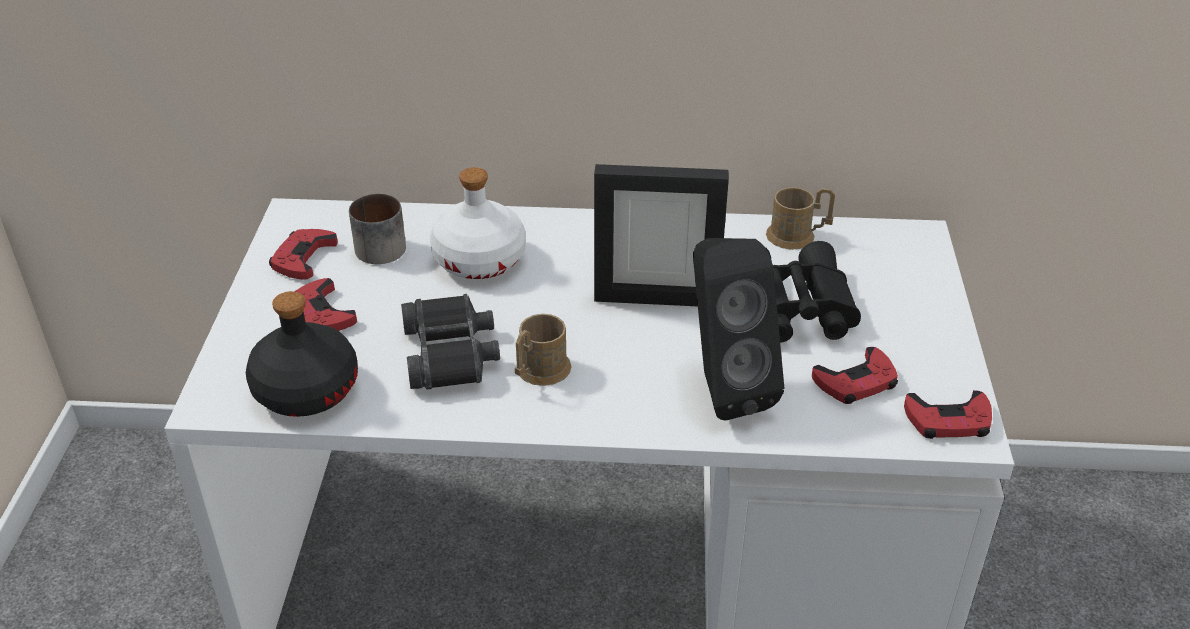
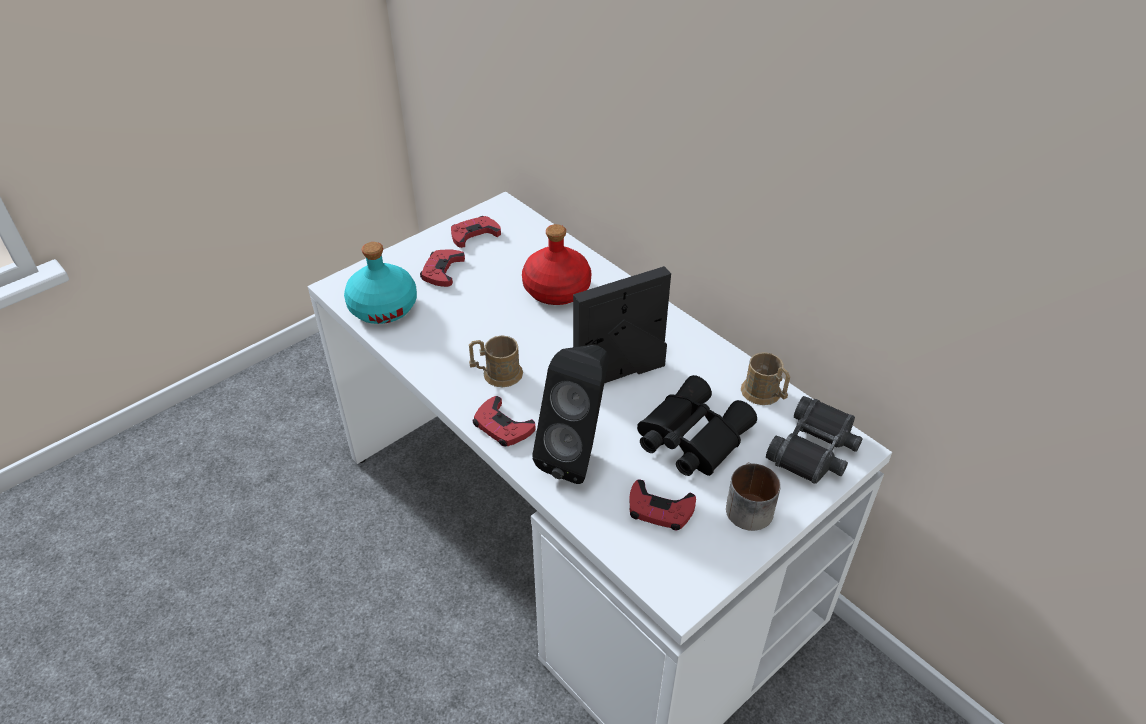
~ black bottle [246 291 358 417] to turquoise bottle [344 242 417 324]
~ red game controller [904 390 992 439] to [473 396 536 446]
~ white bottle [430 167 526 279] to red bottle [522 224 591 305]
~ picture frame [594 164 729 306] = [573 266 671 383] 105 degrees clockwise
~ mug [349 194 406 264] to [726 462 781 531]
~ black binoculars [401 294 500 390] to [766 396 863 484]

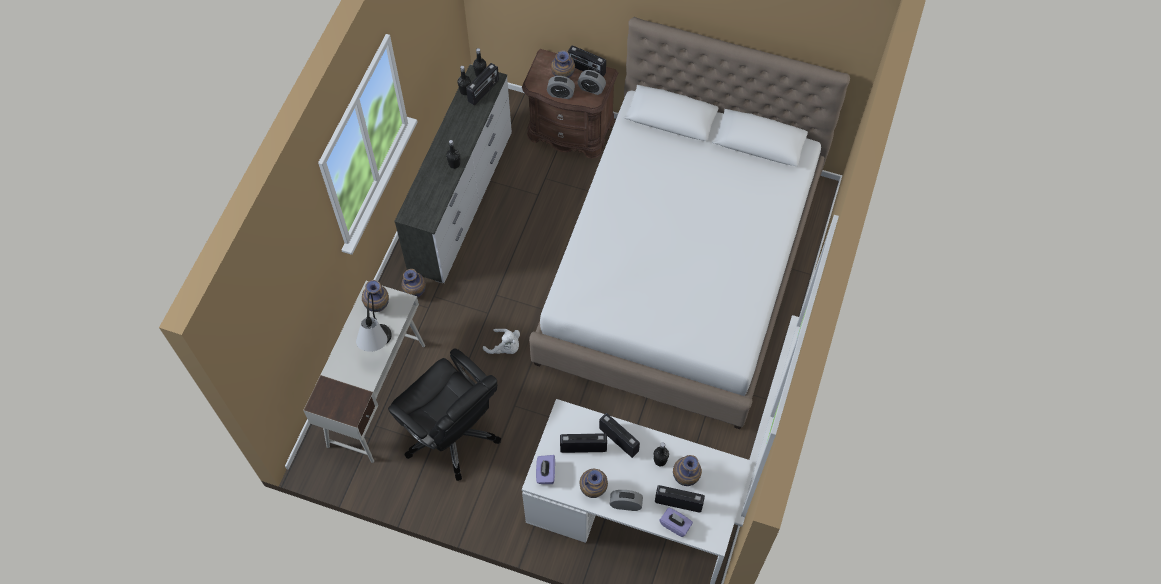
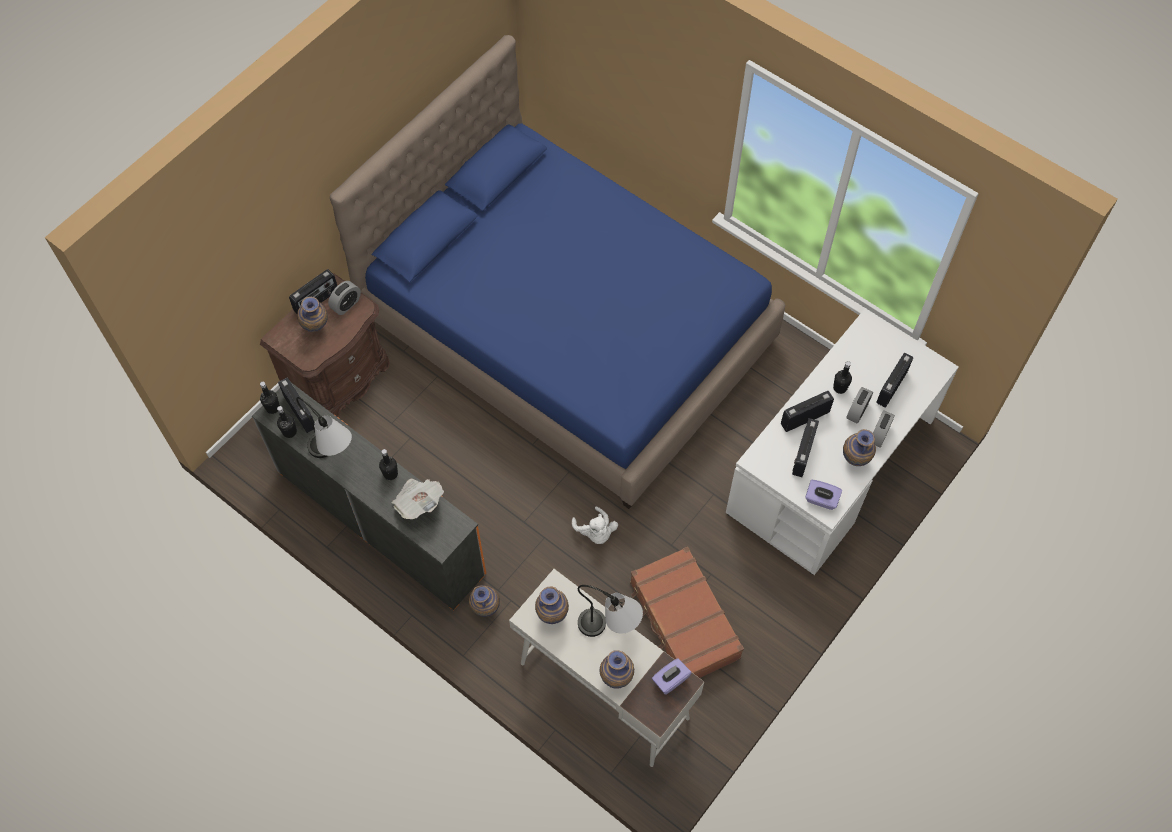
~ white dresser [394 64 512 283] to orange dresser [252 383 486 611]
+ table lamp [296 397 352 458]
~ white bed [529 17 850 429] to blue bed [330 35 785 509]
+ newspaper [392 478 444 519]
~ white plush toy [483 329 520 354] = [572 507 618 544] 105 degrees clockwise
~ vase [673 455 702 486] to [600 651 634 688]
~ black office chair [388 348 501 481] to brown suitcase [630 547 744 678]
~ purple tissue box [660 508 693 537] to [652 658 692 695]
~ alarm clock [547 76 575 99] to [846 387 873 424]

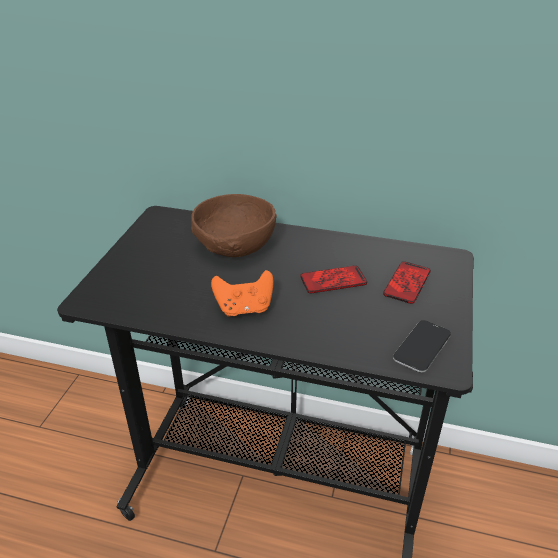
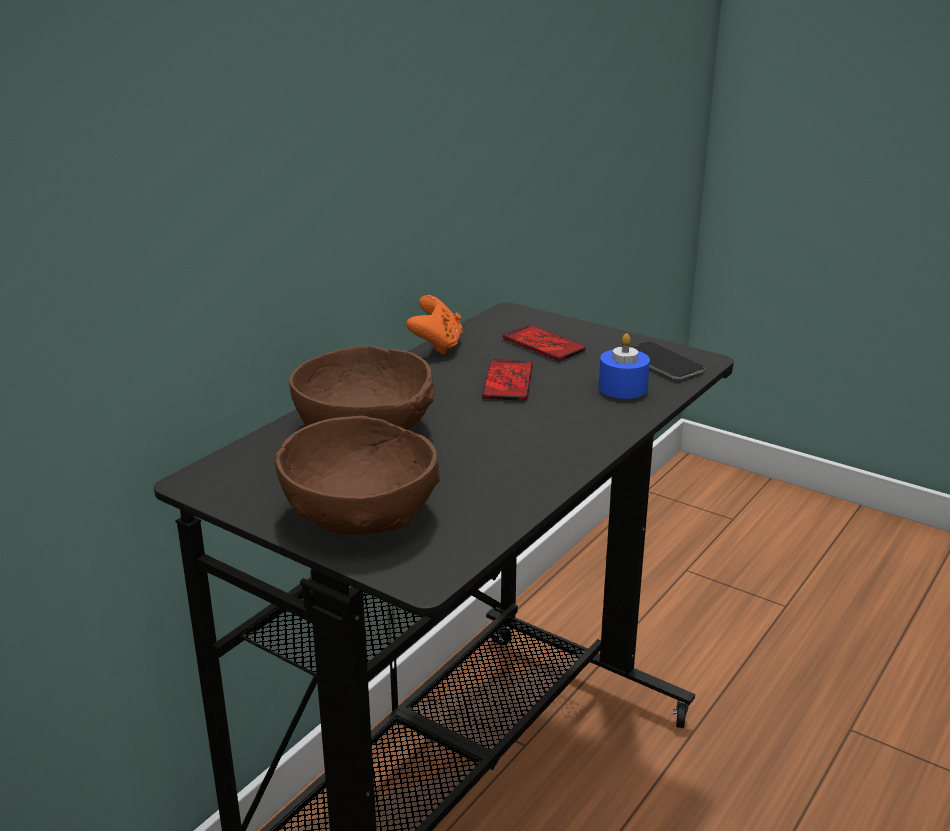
+ brown bowl [274 416 440 534]
~ orange game controller [211 270 274 316] to [406 295 463 355]
+ blue candle [599 333 650 399]

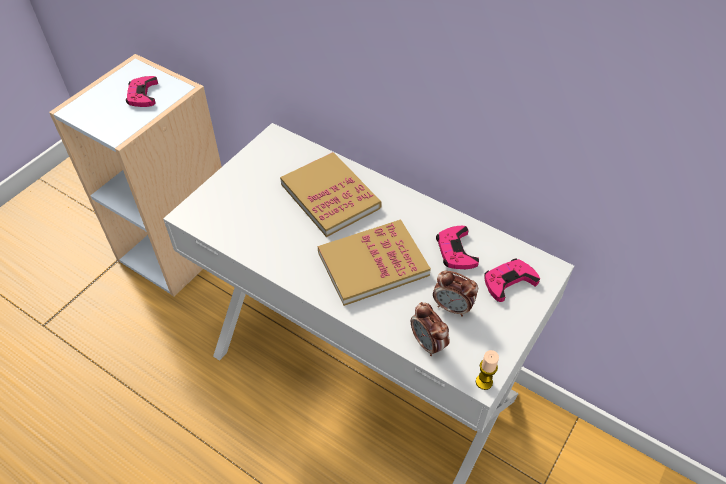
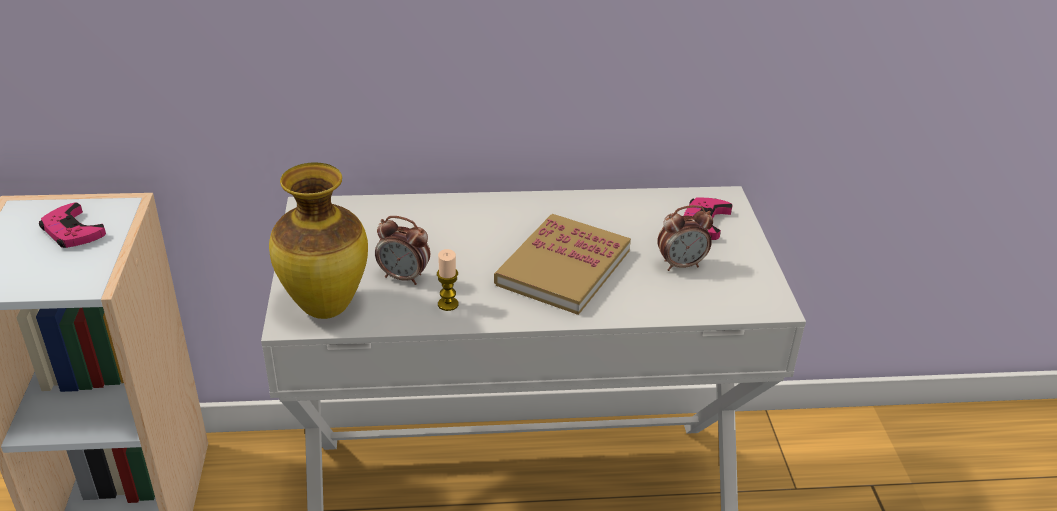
+ vase [269 163 368 319]
~ alarm clock [411 302 450 356] to [375 216 430 285]
~ candle [476 350 499 390] to [437 249 458 311]
- book [280 152 382 237]
- pink game controller [436 226 479 269]

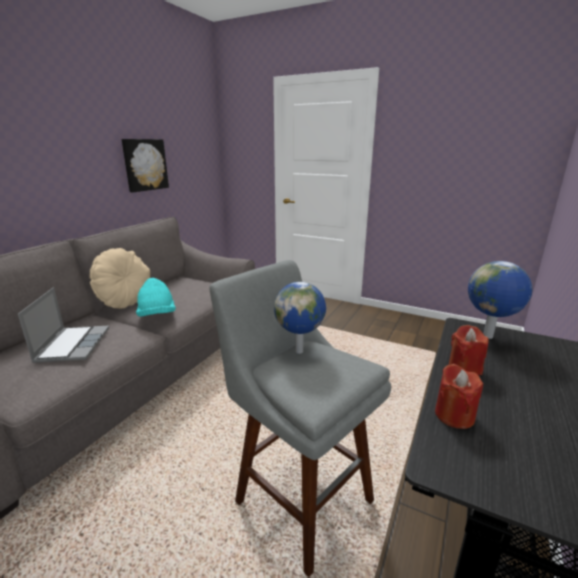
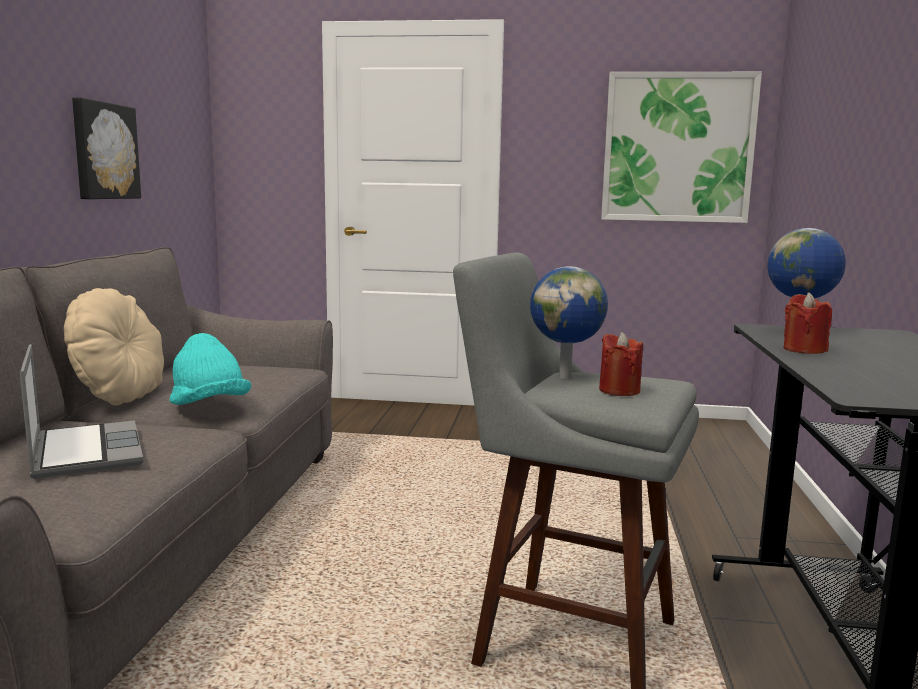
~ red candle [435 364 483 429] to [599 332 643 396]
+ picture [601 72 762 223]

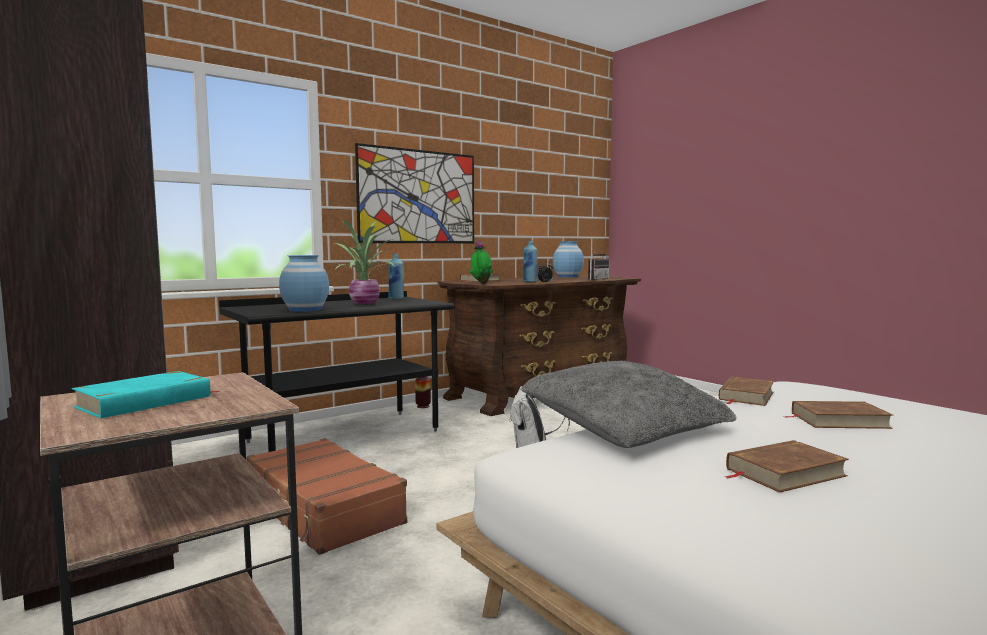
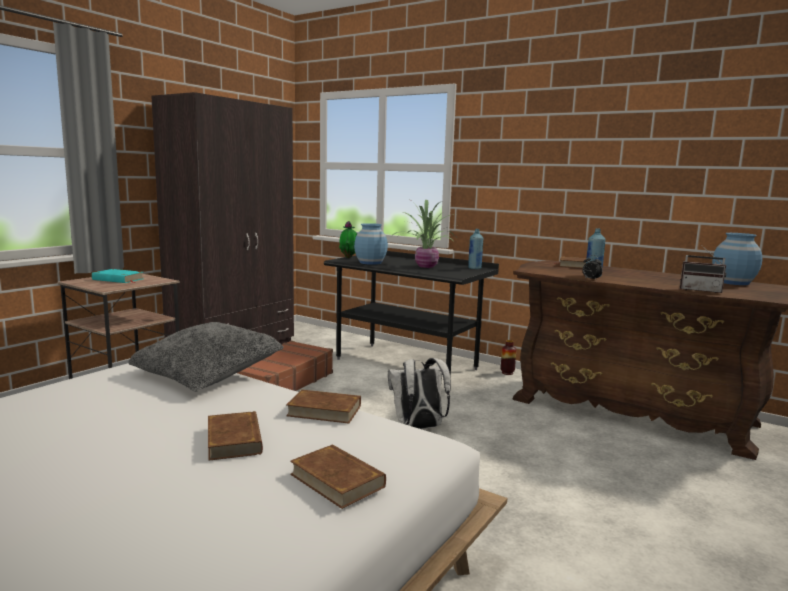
~ brown book [724 440 849 493] to [290 444 386 509]
~ potted plant [470 240 493 284] to [339 221 357 258]
- picture [355 143 474 243]

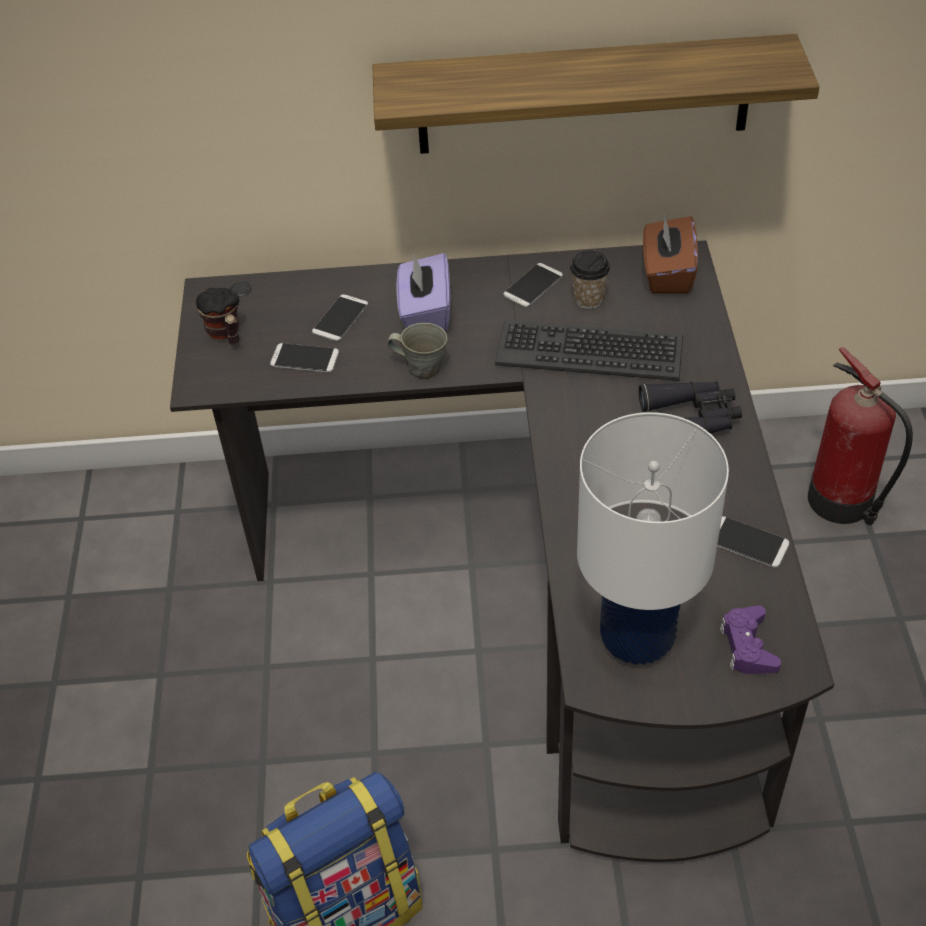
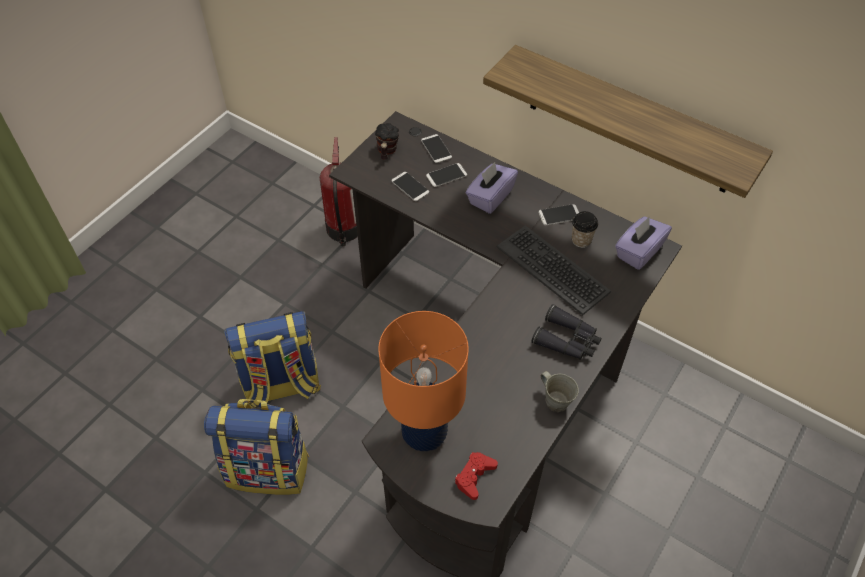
+ backpack [224 311 321 408]
~ fire extinguisher [808 347 913 525] to [319 137 358 247]
~ white table lamp [577 412 729 665] to orange table lamp [378 311 469 451]
~ phone [717 516 789 568] to [421 134 452 163]
~ purple game controller [720 605 781 674] to red game controller [454 452 498 500]
~ grey mug [387 323 447 379] to [541 371 579 412]
~ brown tissue box [643 215 698 294] to purple tissue box [615 216 672 270]

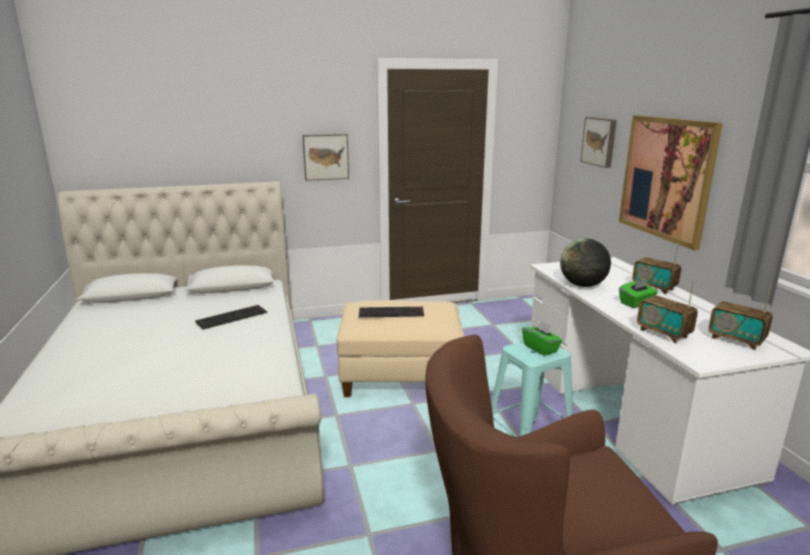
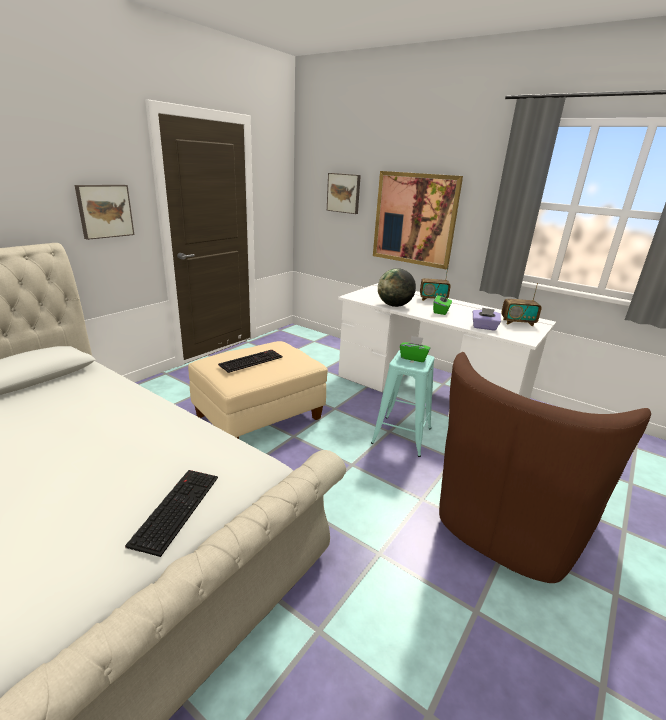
~ keyboard [195 305 267 329] to [125 470 218 557]
~ radio [637 281 698 344] to purple tissue box [473 308 501 331]

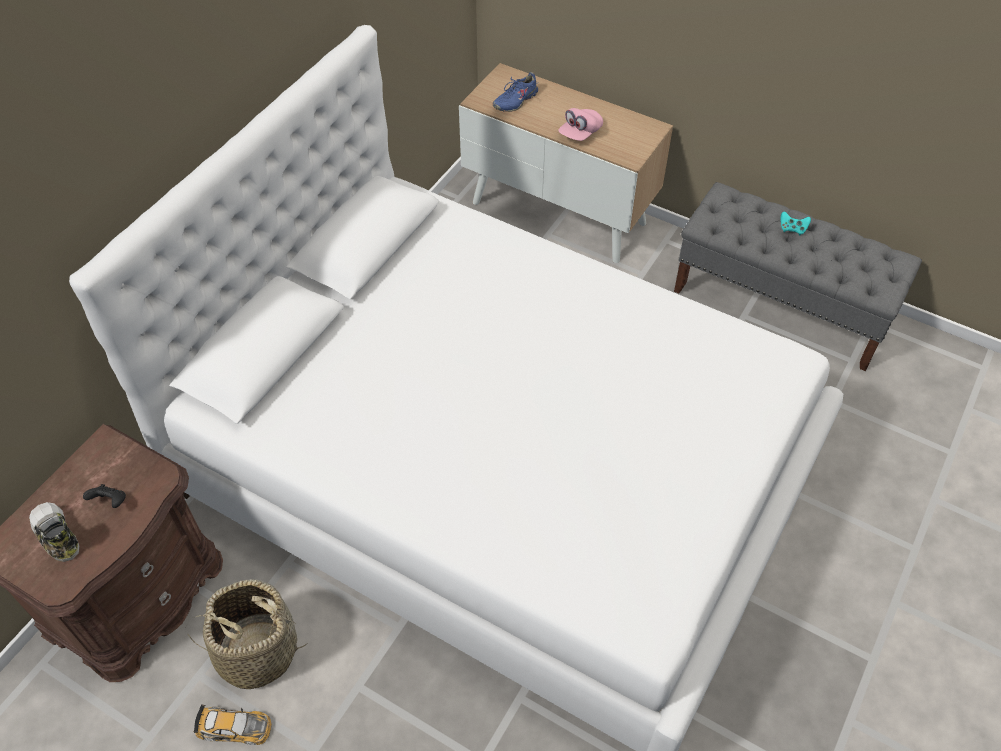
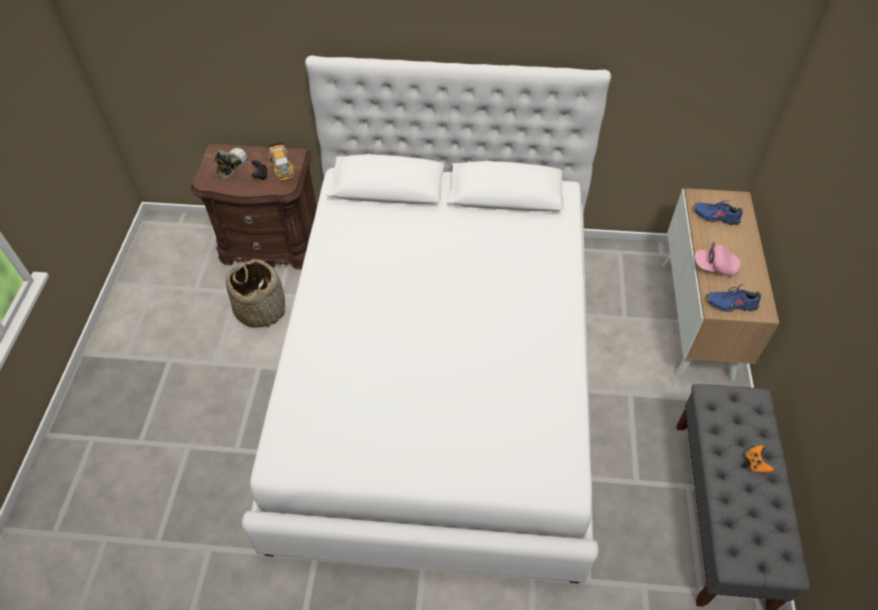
~ toy car [193 705 272 745] to [267 142 295 180]
+ blue shoe [706 284 761 312]
~ turquoise game controller [781 212 811 235] to orange game controller [745 445 774 472]

